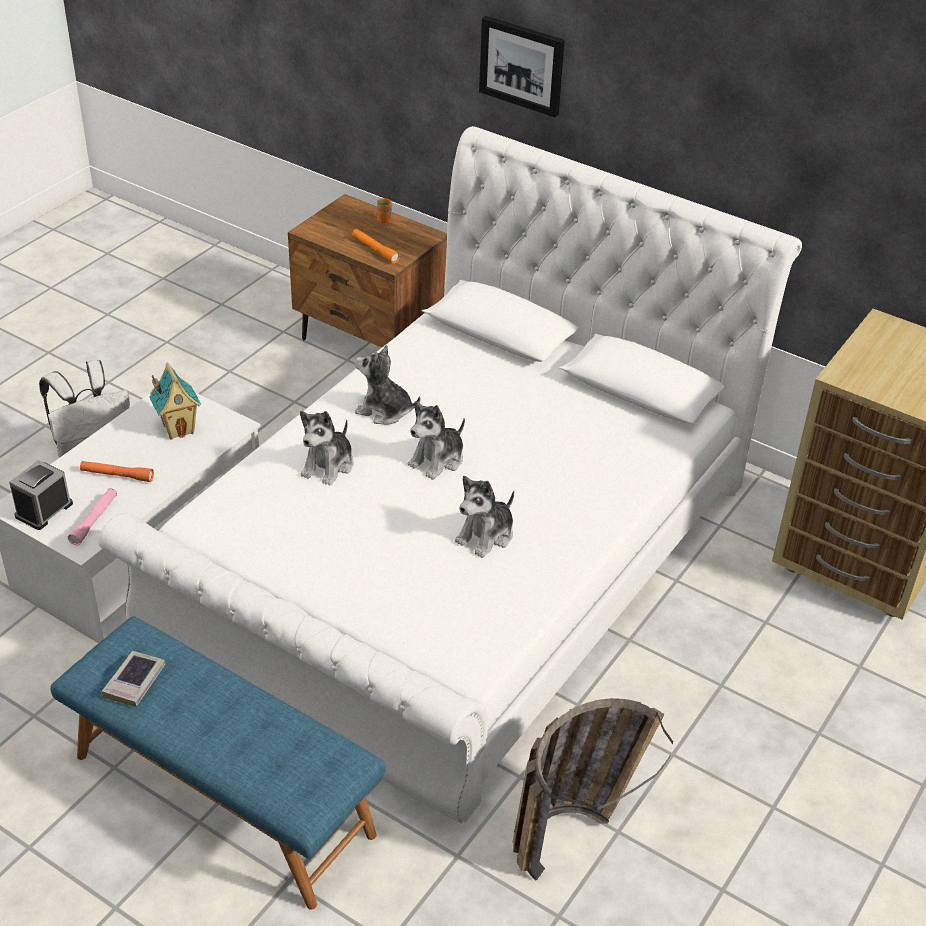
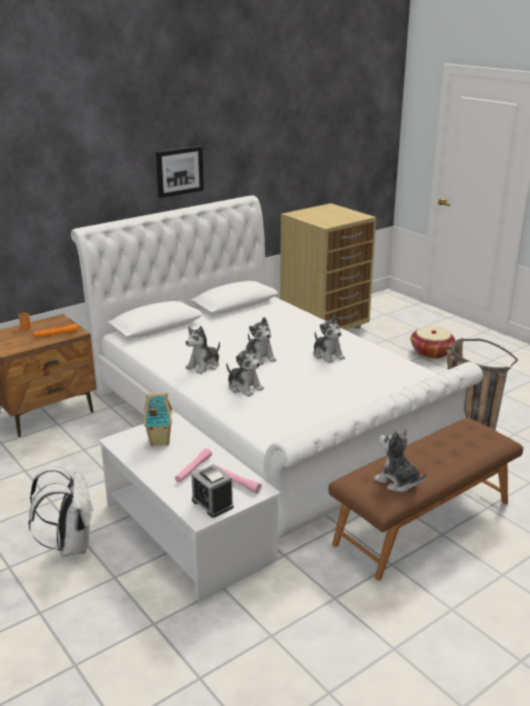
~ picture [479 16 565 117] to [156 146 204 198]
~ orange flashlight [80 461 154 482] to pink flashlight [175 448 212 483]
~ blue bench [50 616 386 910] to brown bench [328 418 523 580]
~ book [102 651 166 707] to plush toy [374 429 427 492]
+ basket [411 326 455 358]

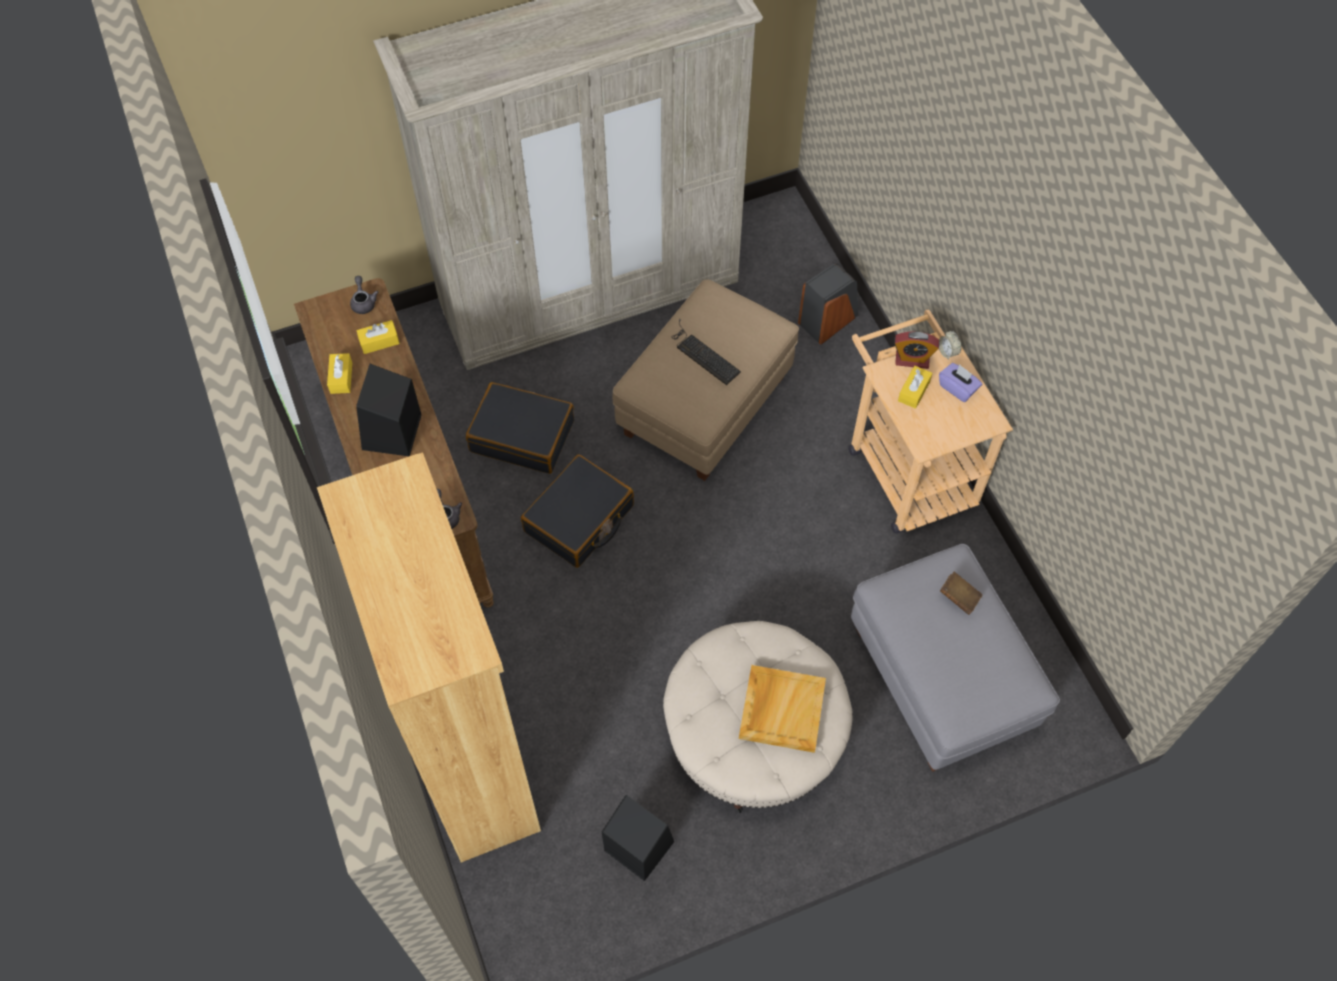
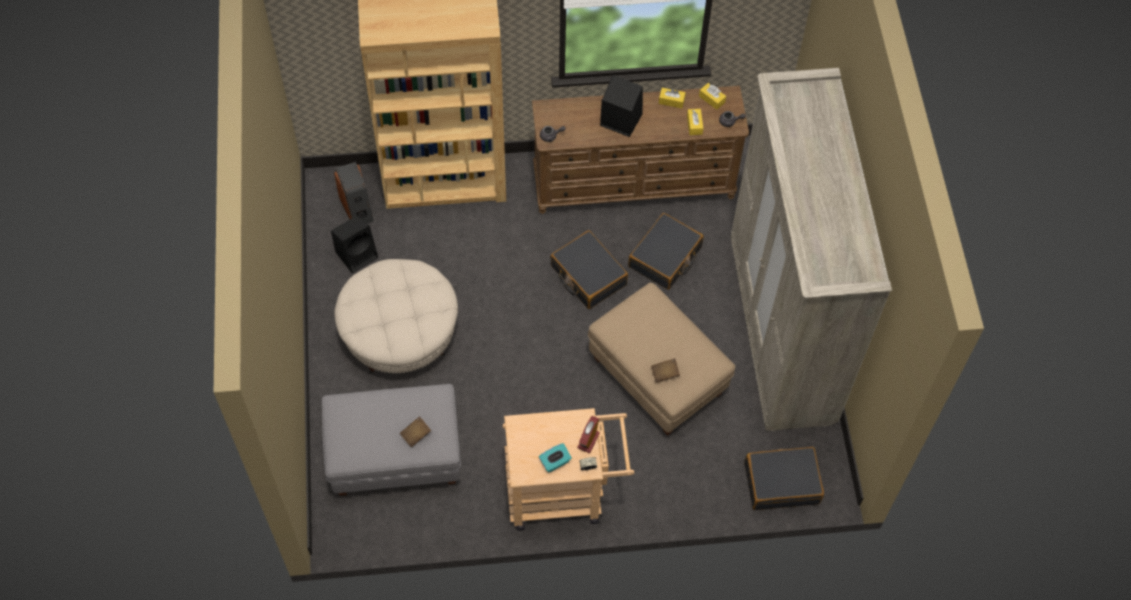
~ speaker [798 263 859 345] to [334 162 374 224]
~ purple tissue box [939 363 982 402] to turquoise tissue box [539 443 572 472]
+ brown book [651 358 680 383]
~ yellow tissue box [898 366 933 409] to [699 83 726 110]
+ black suitcase [744 447 824 510]
- keyboard [671 319 741 385]
- beige tray [739 665 826 753]

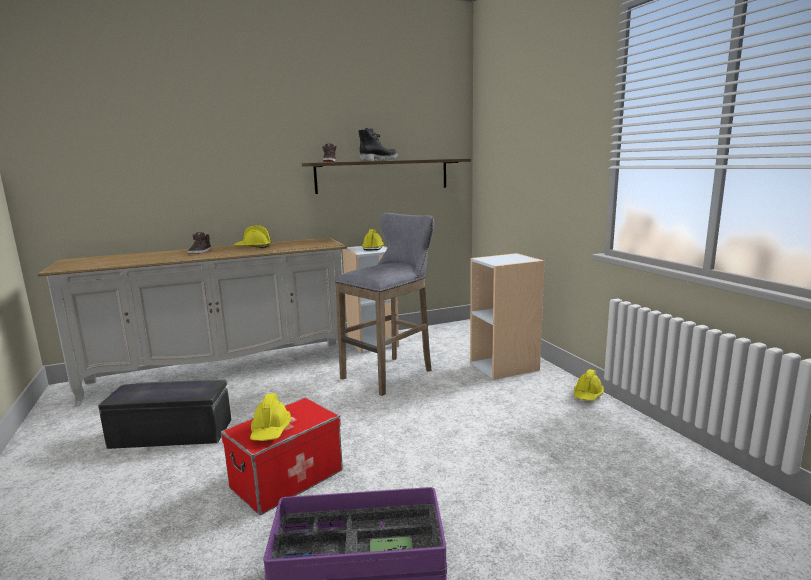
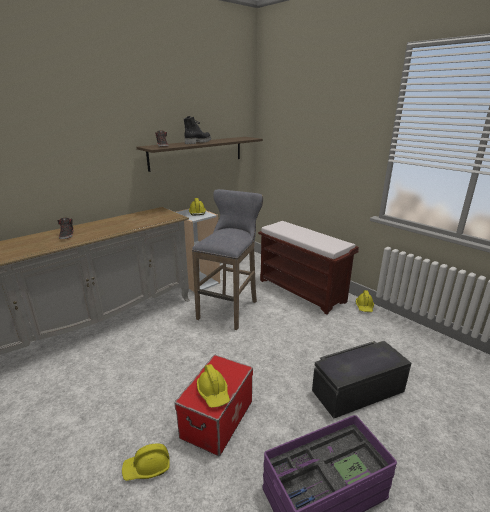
~ yellow hard hat [234 225 272 248] to [122 444 170 481]
~ bookcase [470 253 545 380] to brown bench [258 221 359 315]
~ black storage box [98 379 231 449] to [312 341 411 418]

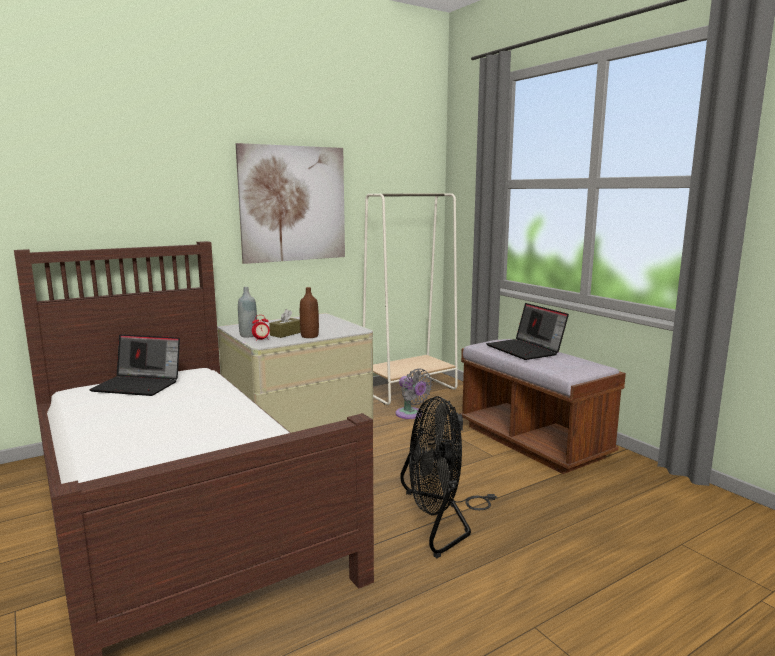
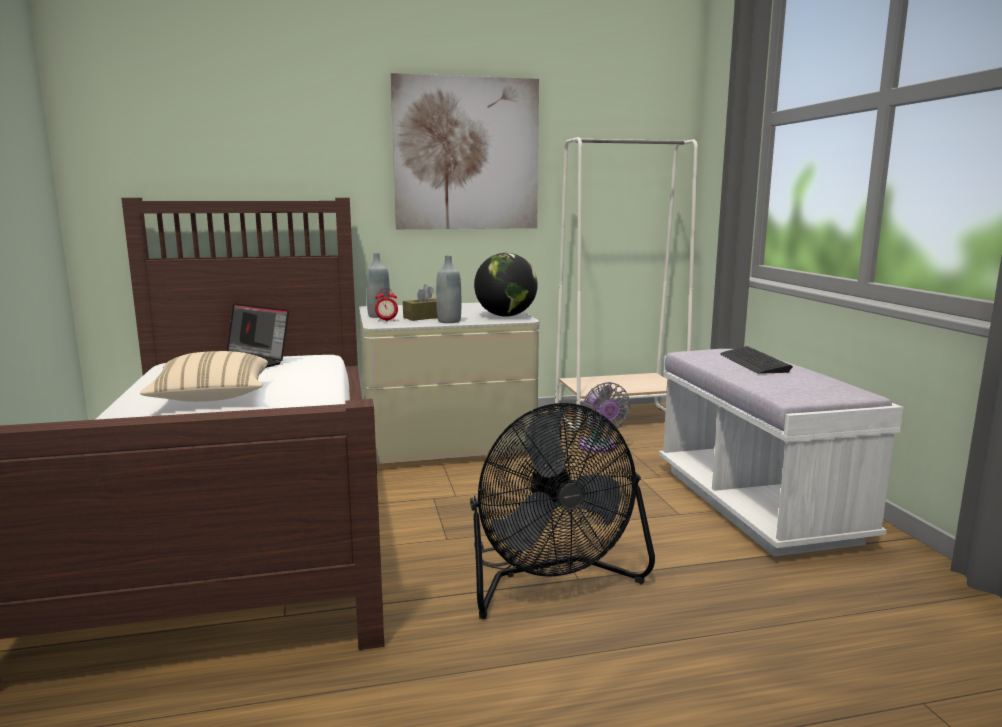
+ beige pillow [140 351 268 402]
~ brown bottle [300 287 319 338] to grey bottle [436 255 461 323]
~ black fan [400 396 496 558] = [470 403 655 619] 120 degrees counterclockwise
+ globe [474 253 538 317]
~ brown bench [460 339 626 474] to white bench [659 349 903 556]
~ laptop [486 303 569 360] to keyboard [720 346 793 374]

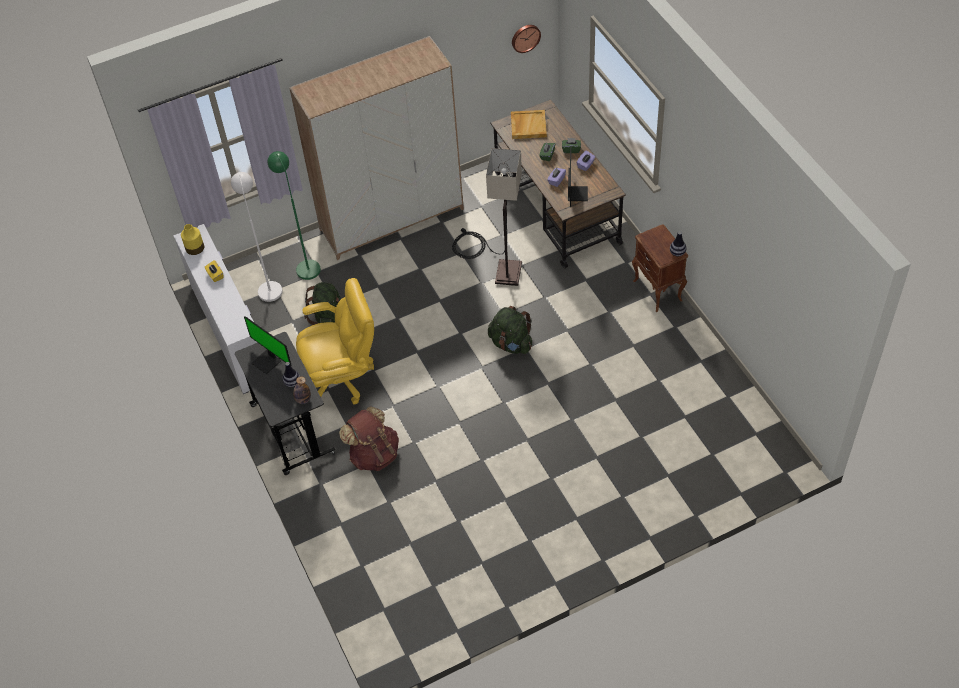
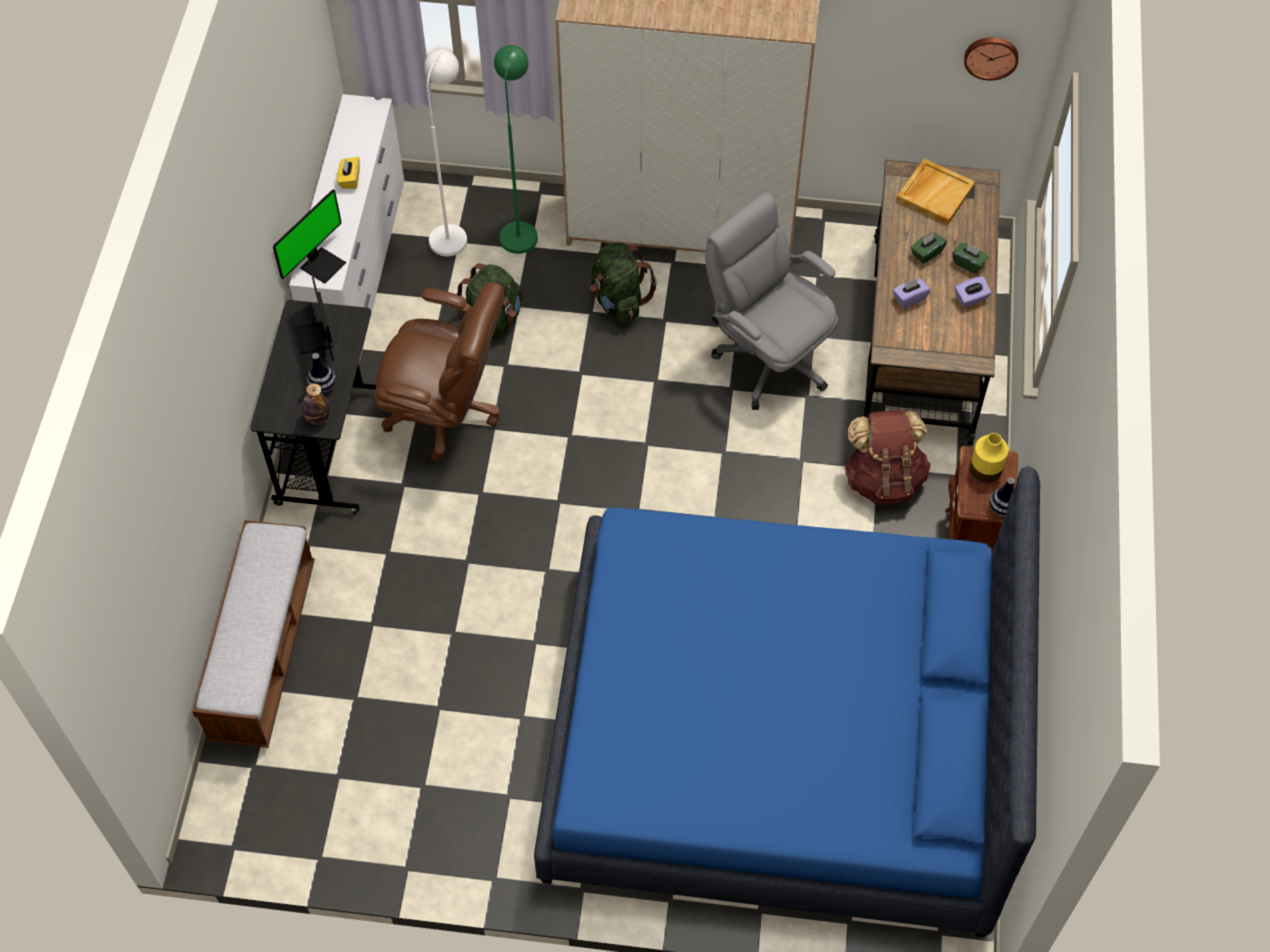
+ bench [192 520 315 748]
~ monitor [568 147 588 207] to [273 190 346 284]
~ yellow office chair [296 278 374 404] to brown office chair [374 282 504 462]
+ blue bed [534 466 1040 937]
~ green backpack [488 306 532 354] to [590 242 657 323]
~ floor lamp [452 148 522 286] to grey office chair [705 192 838 410]
~ brown backpack [339 406 399 471] to [844 409 931 505]
~ yellow vase [181 224 204 255] to [969 433 1009 483]

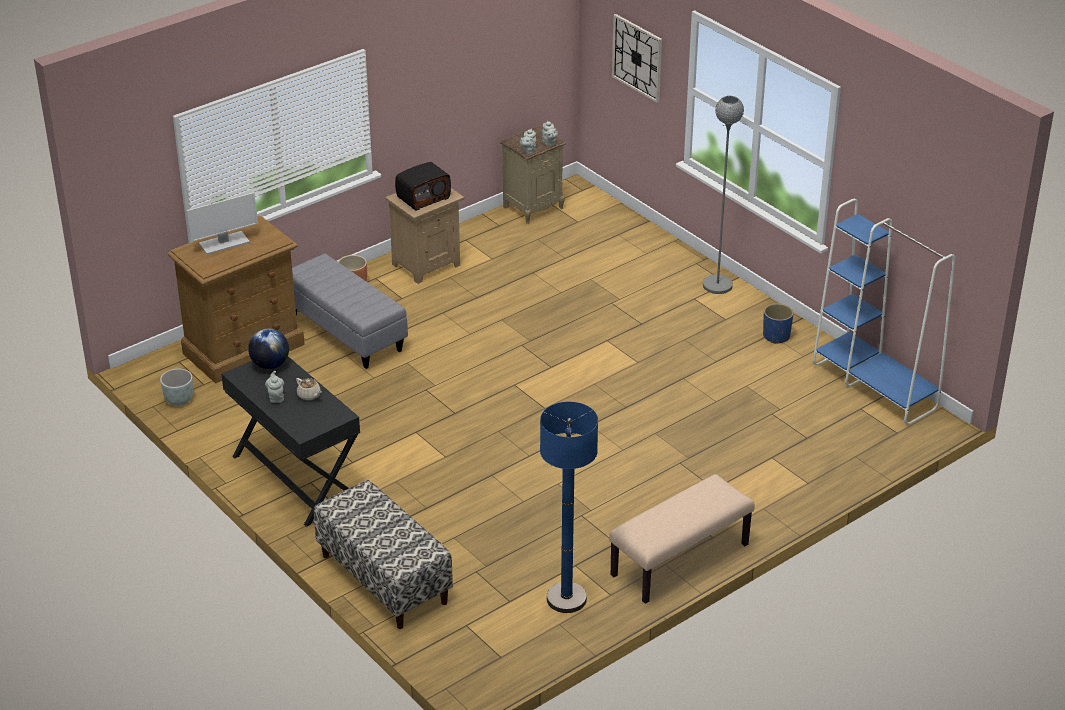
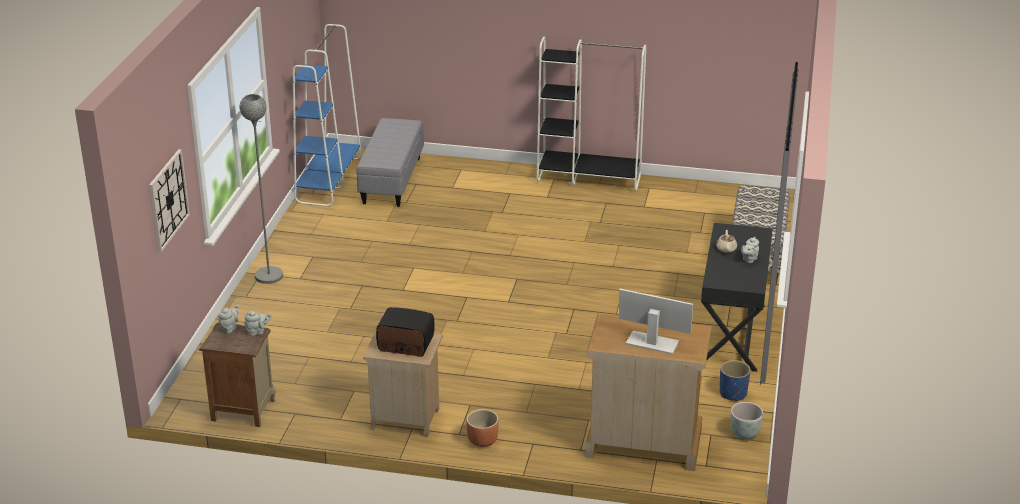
~ grey ottoman [292 254 408 369] to [356 118 424 207]
~ beige bench [609 474 755 604] to black clothes rack [537 37 646 191]
~ blue planter [763 303 794 344] to [720 360 751 401]
- globe [248 329 289 369]
- blue floor lamp [540 402 598 613]

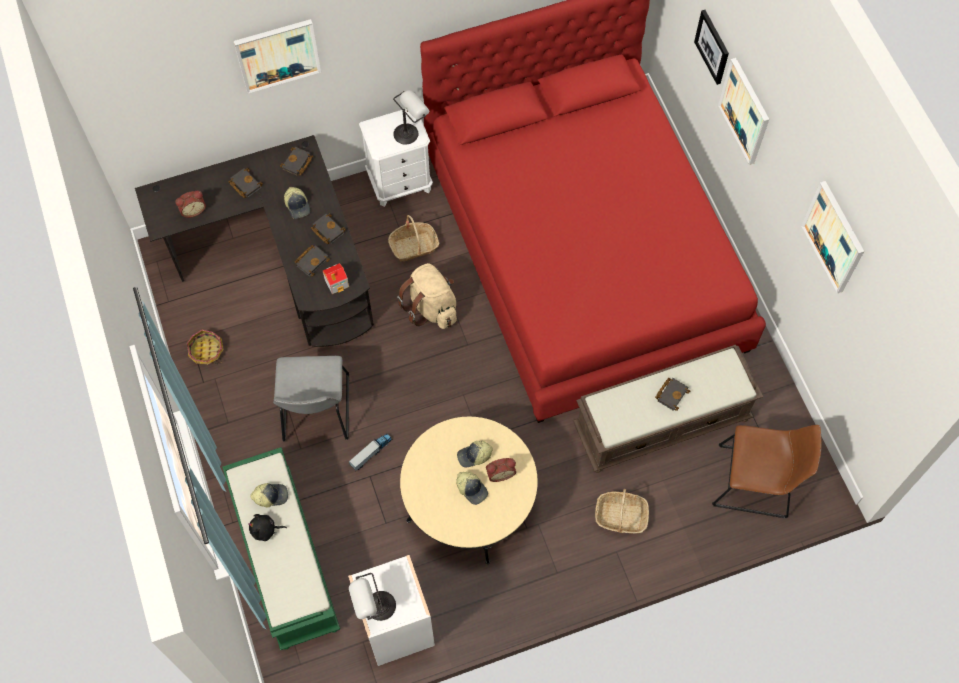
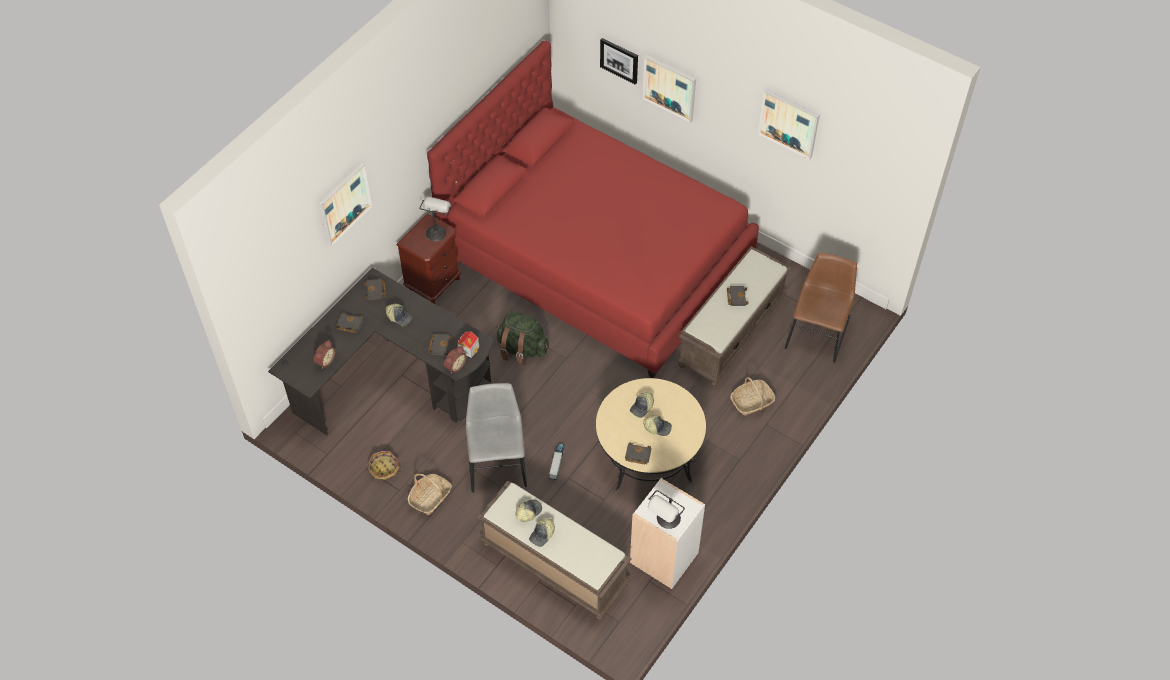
~ white nightstand [359 109 433 207] to brown nightstand [397 213 461 305]
~ basket [388 215 439 261] to [408 474 452 515]
~ alarm clock [486 458 516 482] to [444 346 467 373]
~ grey chair [273 356 349 442] = [466 383 527 493] 150 degrees counterclockwise
~ green bench [222 447 340 650] to brown bench [476 481 632 620]
~ beige backpack [397 263 457 329] to green backpack [496 312 549 365]
~ black plush toy [248 514 287 541] to cap [529 519 555 547]
~ black book [311 213 346 244] to [625 442 651 465]
~ brown chair [712 425 822 519] = [785 252 857 363] 45 degrees counterclockwise

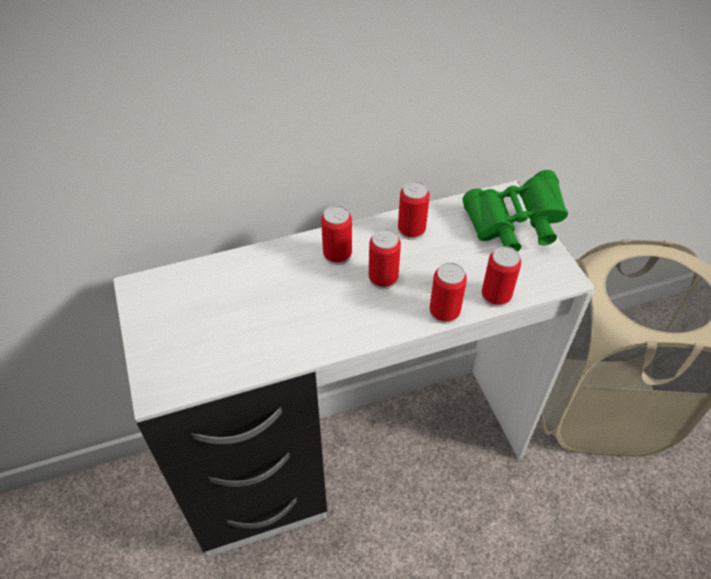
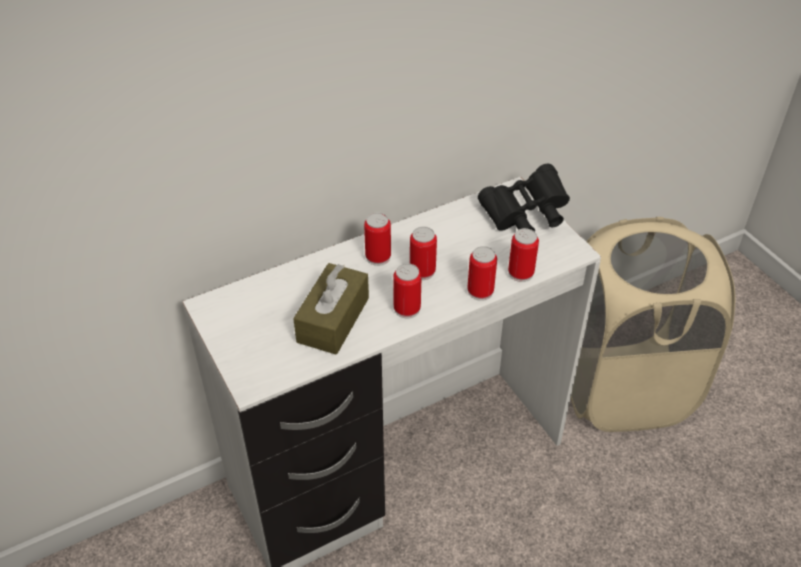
+ brown tissue box [293 263 369 355]
~ can [398 181 430 240] to [393 263 422 319]
~ green binoculars [463 170 568 252] to black binoculars [478 164 570 232]

